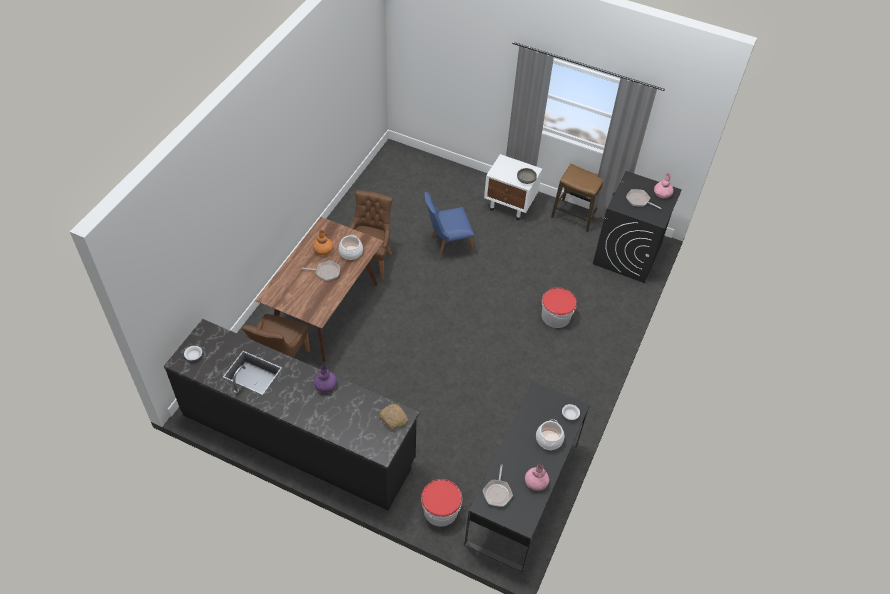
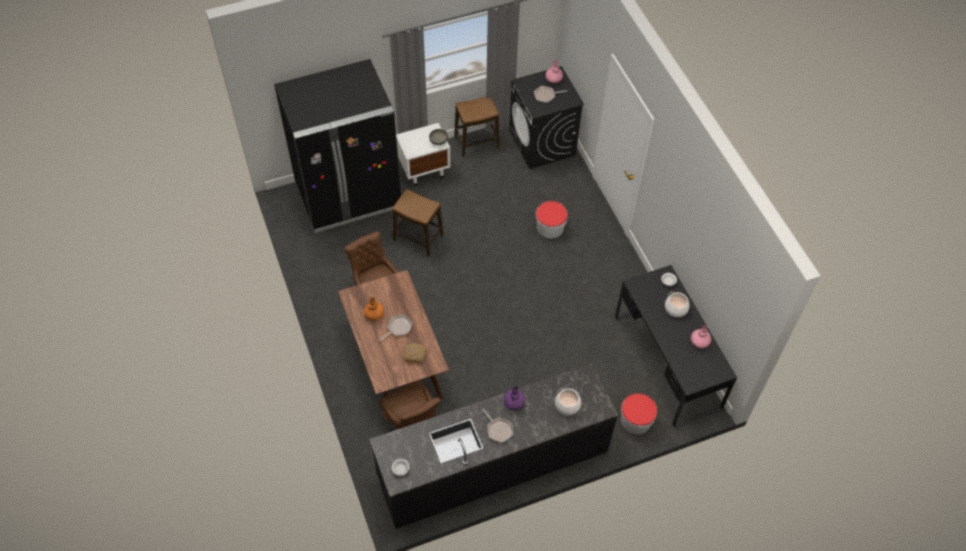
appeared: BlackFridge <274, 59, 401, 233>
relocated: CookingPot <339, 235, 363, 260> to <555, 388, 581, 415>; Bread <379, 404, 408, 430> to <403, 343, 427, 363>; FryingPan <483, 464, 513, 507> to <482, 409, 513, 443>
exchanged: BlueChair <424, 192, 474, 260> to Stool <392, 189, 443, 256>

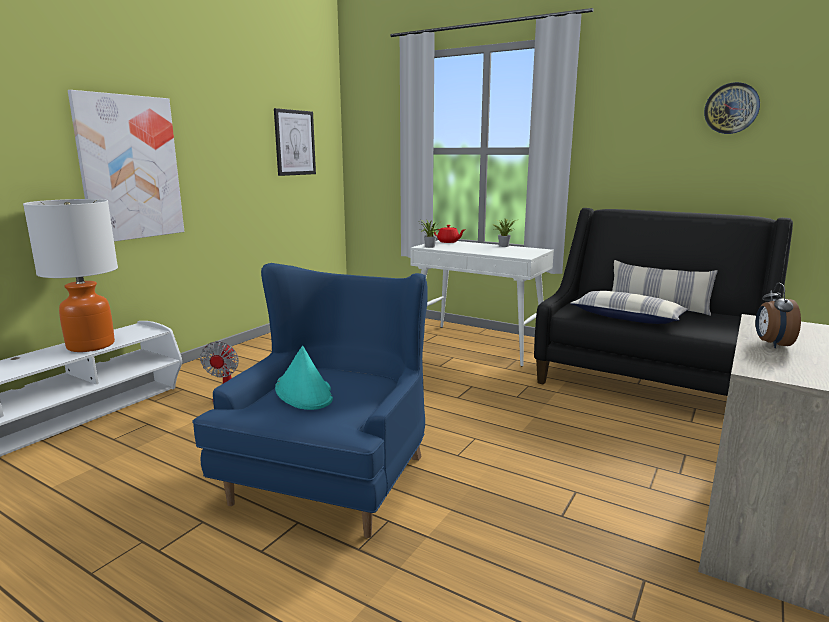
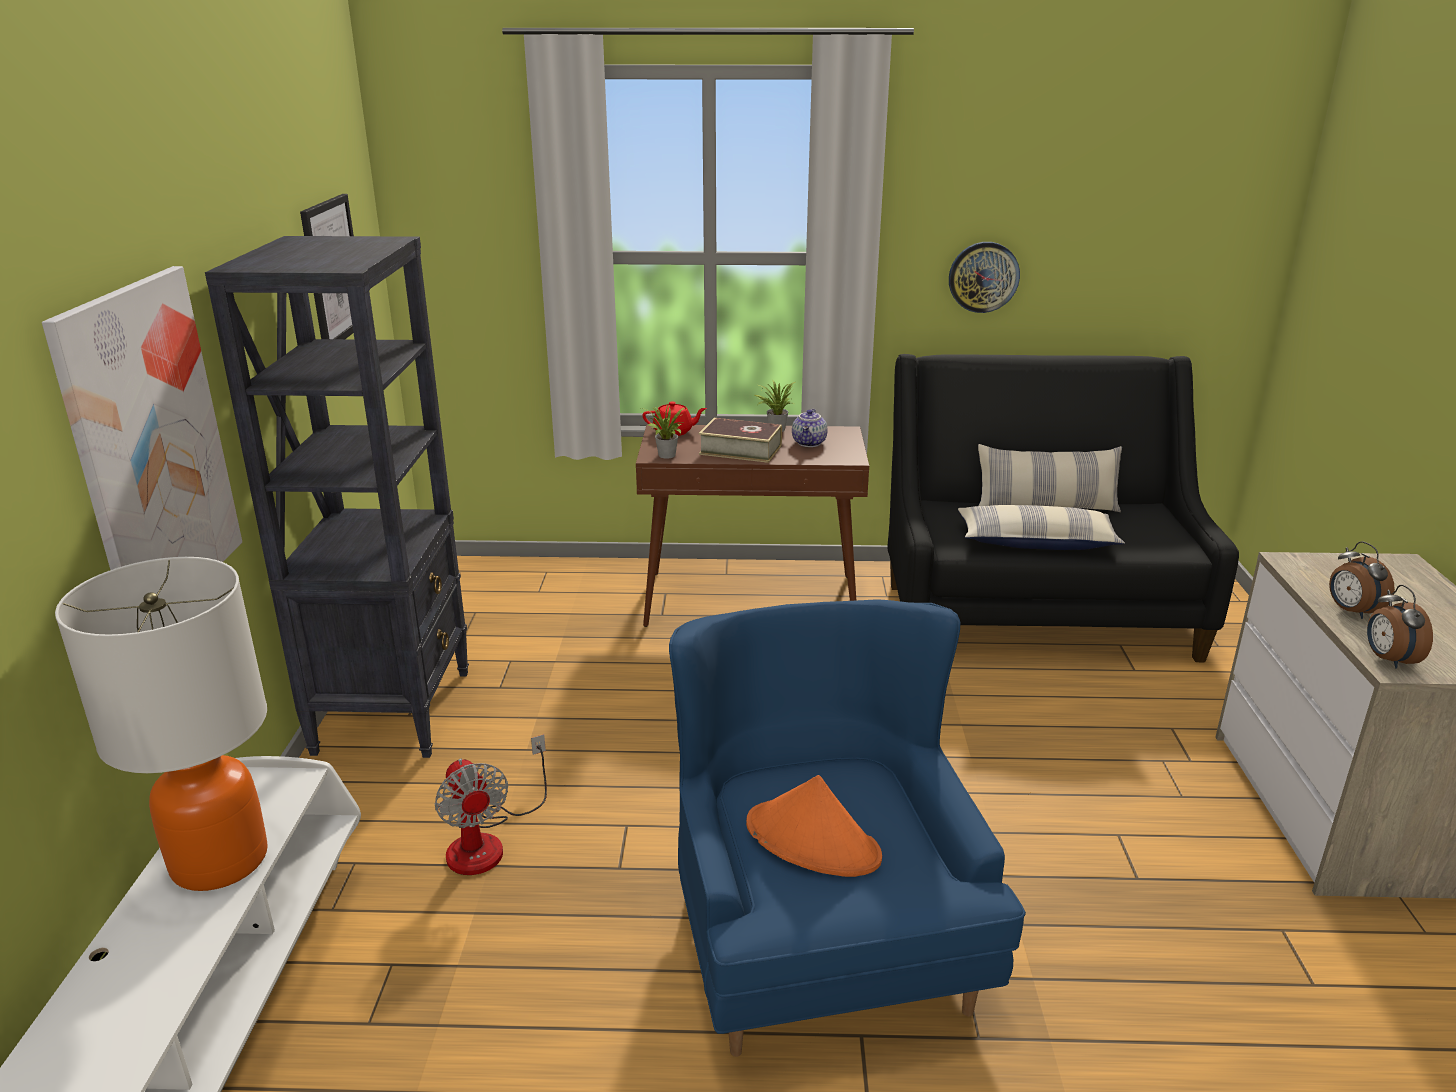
appeared: BlackBookcase <205, 236, 469, 758>; Book <699, 418, 782, 463>; Teapot <792, 409, 828, 447>; AlarmClock <1367, 585, 1433, 669>
relocated: WallClock <704, 82, 760, 134> to <949, 242, 1020, 313>
colour: TurquoiseHat <275, 346, 333, 410> to OrangeHat <746, 775, 882, 877>; WhiteConsoleTable <410, 240, 554, 366> to BrownConsoleTable <636, 424, 869, 627>

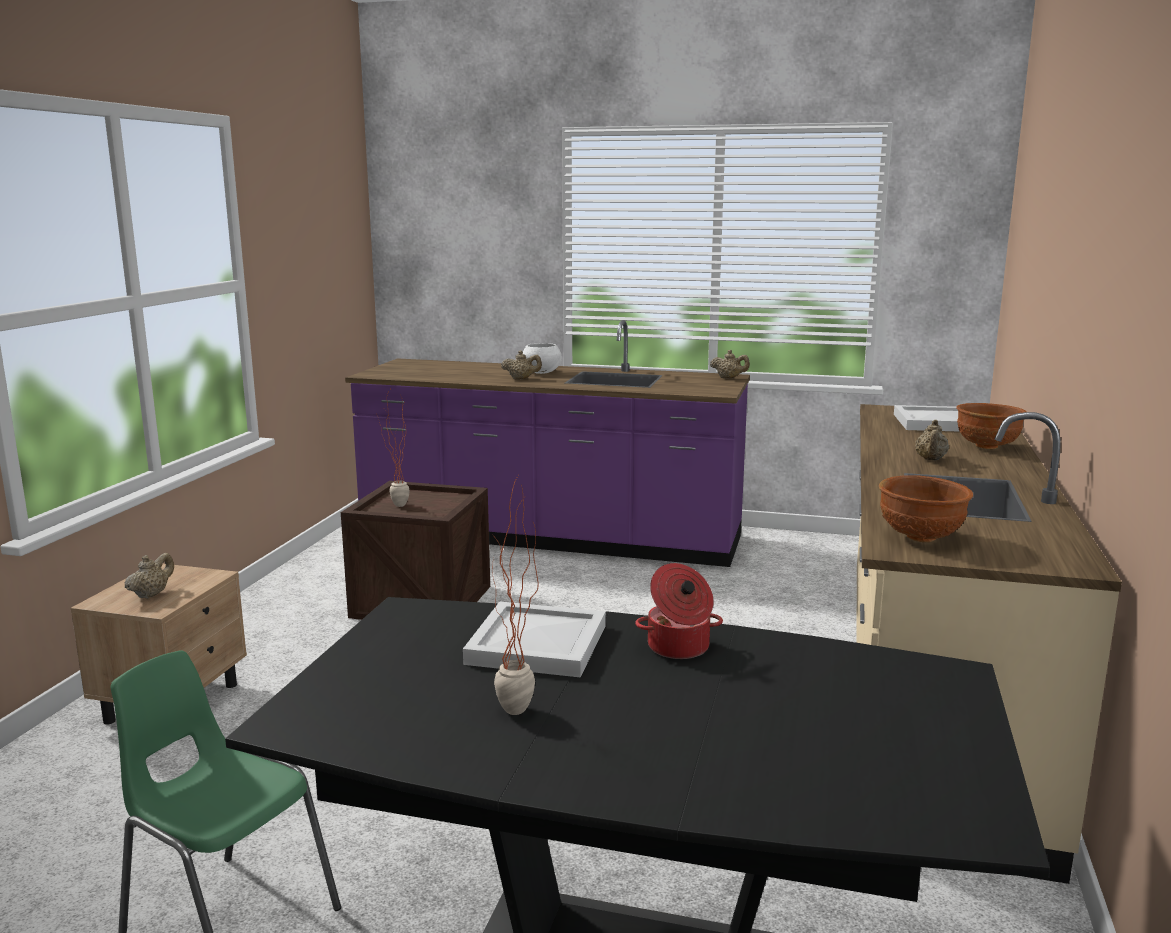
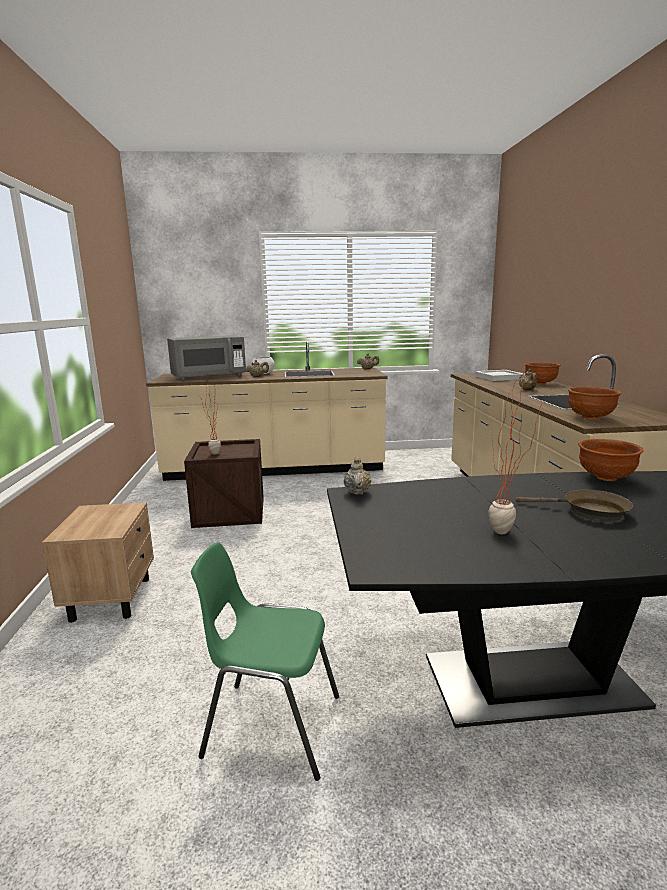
missing: WhiteTray <463, 601, 606, 677>; CookingPot <635, 563, 723, 659>
appeared: GreyMicrowave <167, 335, 246, 380>; BrownFryingPan <516, 490, 633, 522>; BrownBowl <578, 439, 643, 481>
relocated: BeigeTeapot <125, 553, 174, 599> to <344, 457, 371, 495>
colour: PurpleCounter <345, 320, 750, 567> to BeigeCounter <146, 341, 388, 481>

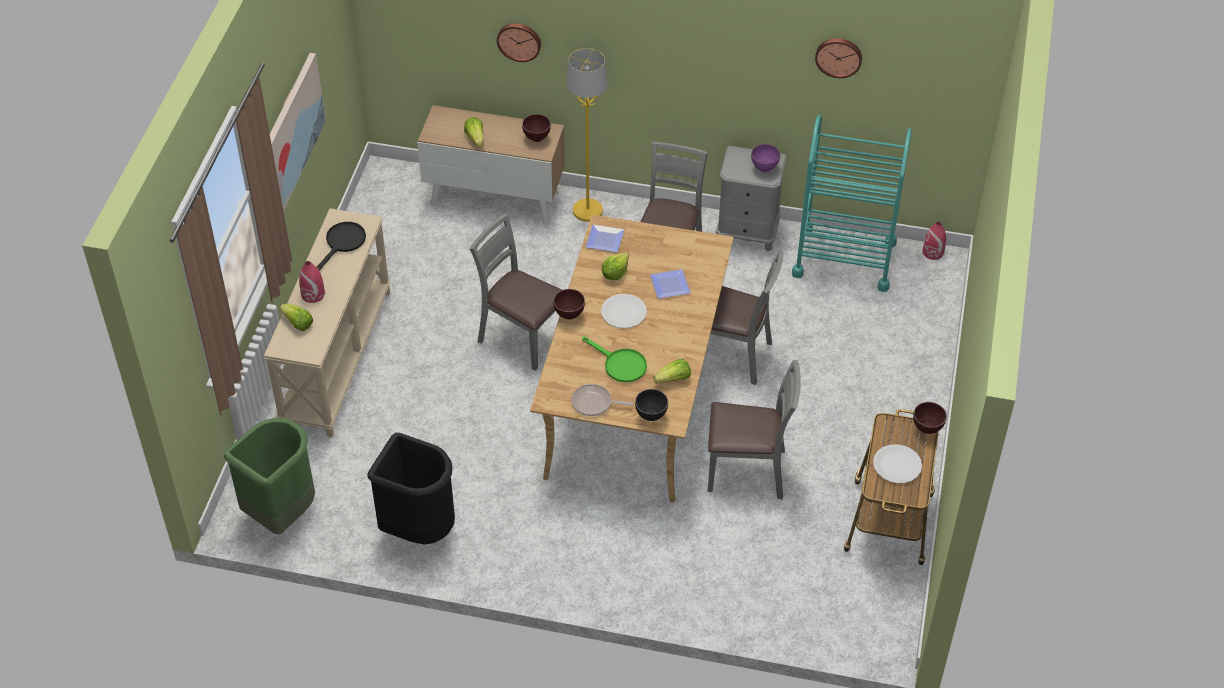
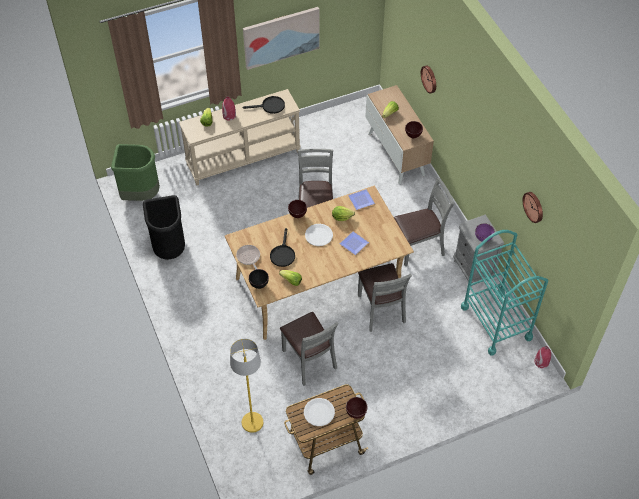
relocated: YellowFloorLamp <566, 48, 608, 222> to <230, 339, 263, 433>
colour: GreenFryingPan <582, 336, 647, 382> to BlackFryingPan <270, 228, 295, 267>

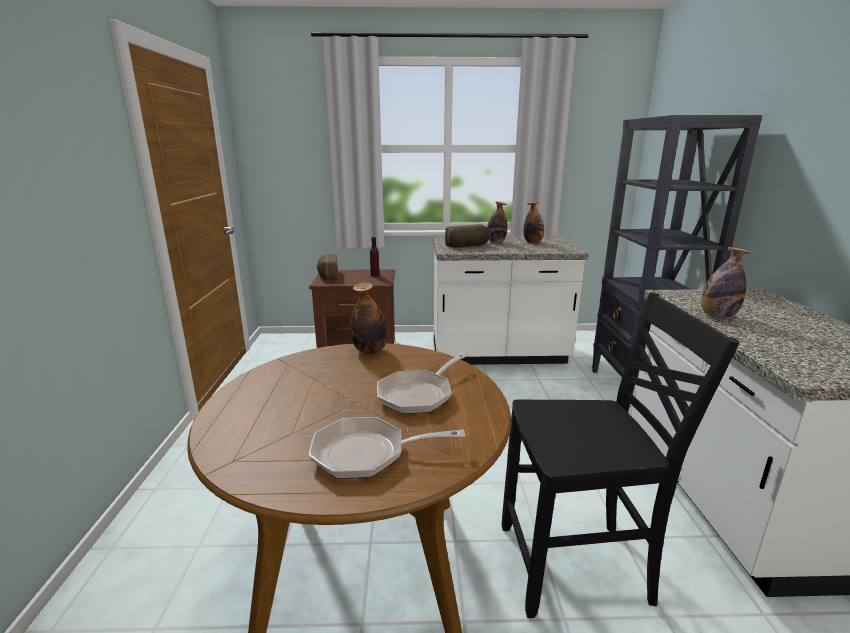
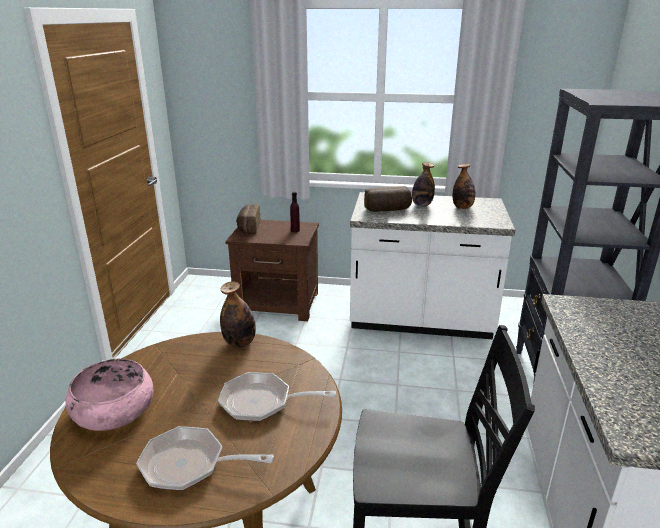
missing: Bottle <701, 247, 750, 319>
appeared: PinkBowl <65, 359, 154, 431>
spun: FryingPan <377, 353, 468, 414> = <218, 372, 336, 421> 45 degrees clockwise

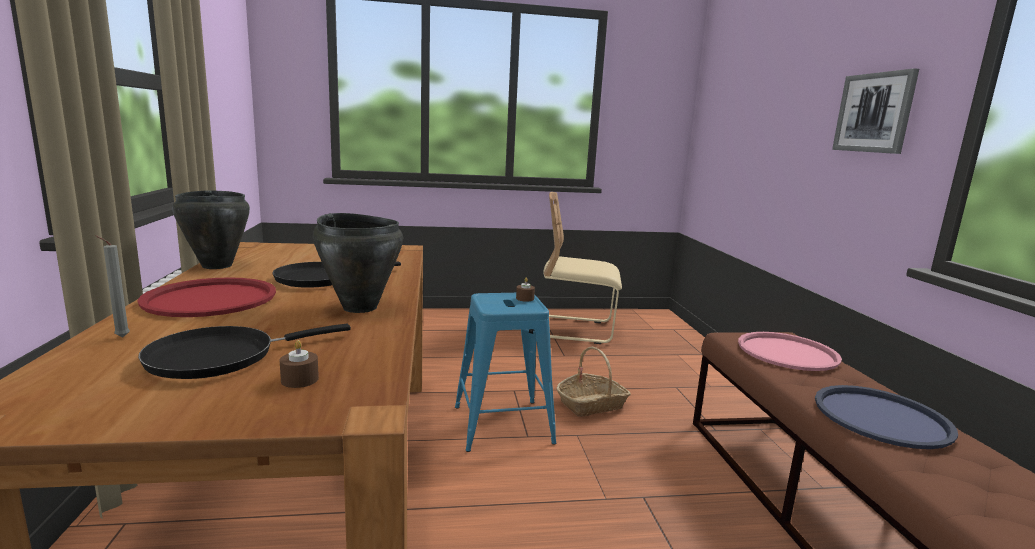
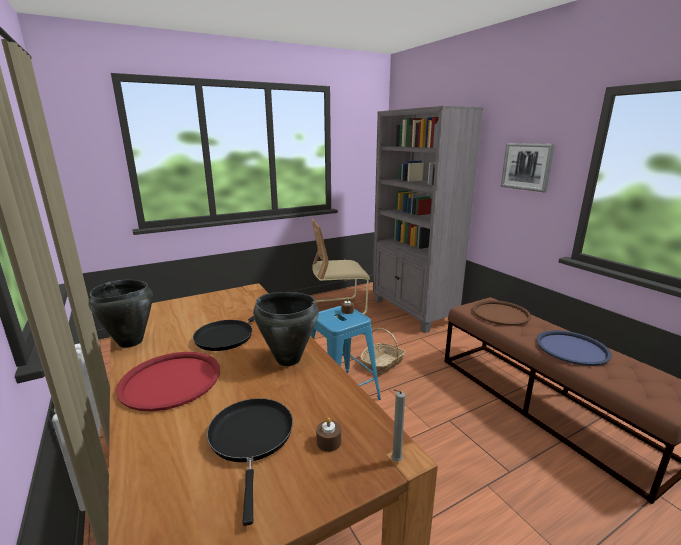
appeared: GreyBookcase <373, 106, 484, 333>
relocated: GreyCandle <95, 235, 130, 337> to <391, 389, 405, 461>
colour: PinkTray <738, 332, 842, 371> to BrownTray <472, 300, 531, 326>
spun: BlackFryingPan <138, 324, 351, 379> = <207, 398, 293, 526> 135 degrees clockwise

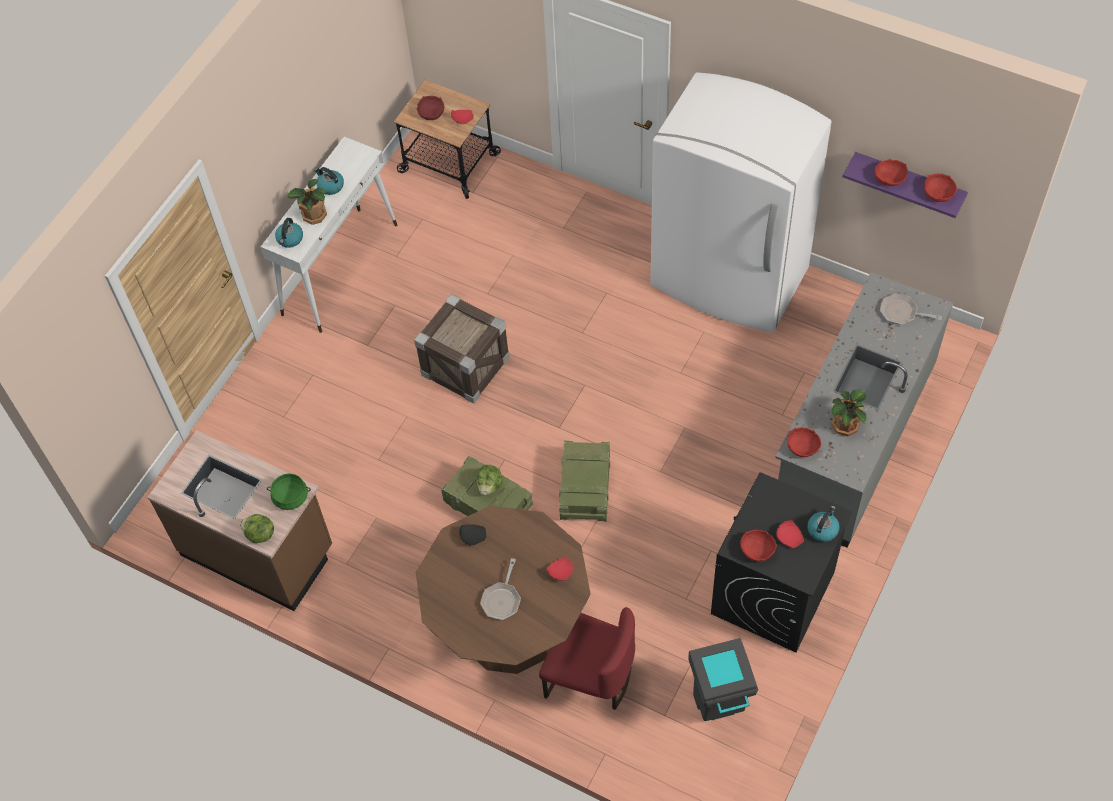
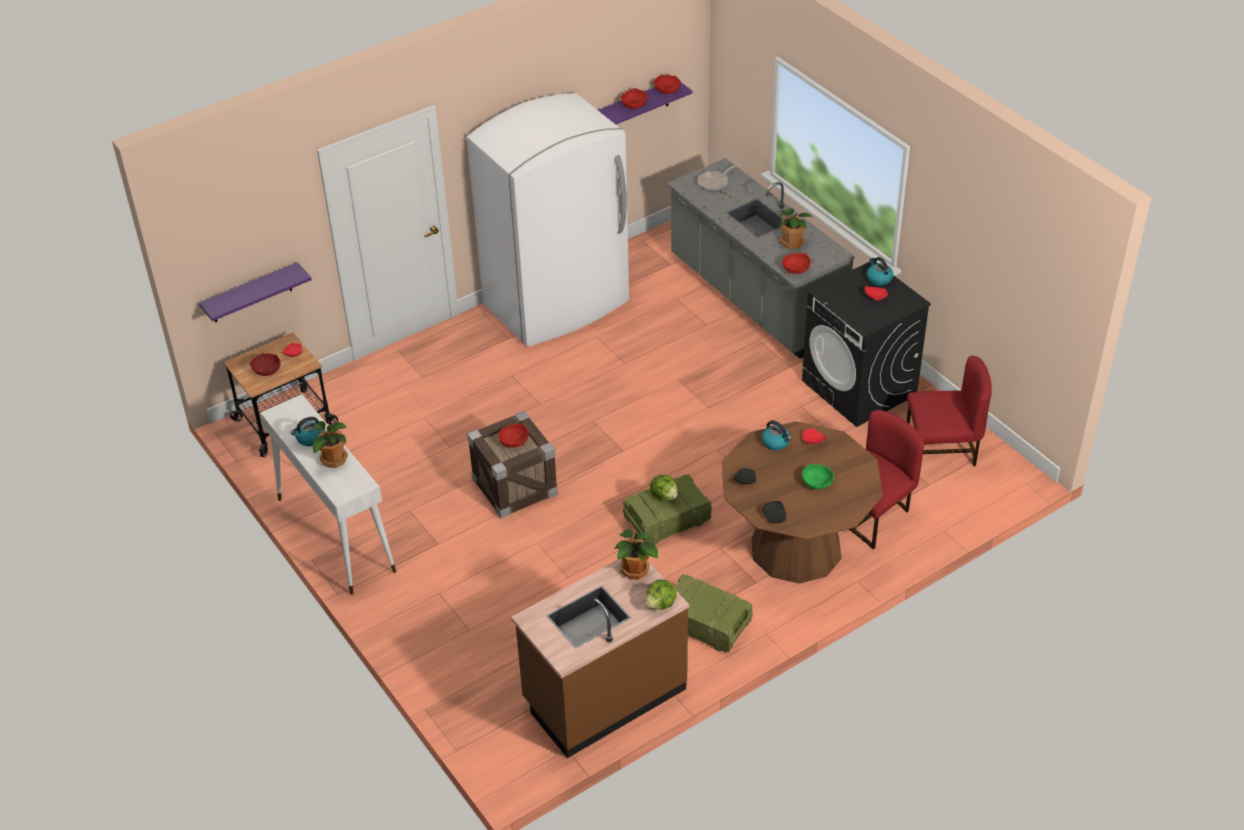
appeared: PurpleShelf <199, 262, 312, 322>; BlackPlate <762, 501, 786, 524>
relocated: Kettle <275, 218, 303, 248> to <762, 420, 792, 450>; Crate <559, 440, 610, 522> to <675, 574, 753, 653>; RedBowl <740, 530, 777, 562> to <498, 424, 529, 448>
exchanged: GreenCookingPot <267, 473, 311, 510> to PottedPlant <614, 529, 658, 580>; FryingPan <480, 558, 521, 620> to GreenBowl <802, 464, 834, 490>; GreyTrashCan <688, 638, 758, 721> to RedChair <906, 356, 992, 466>

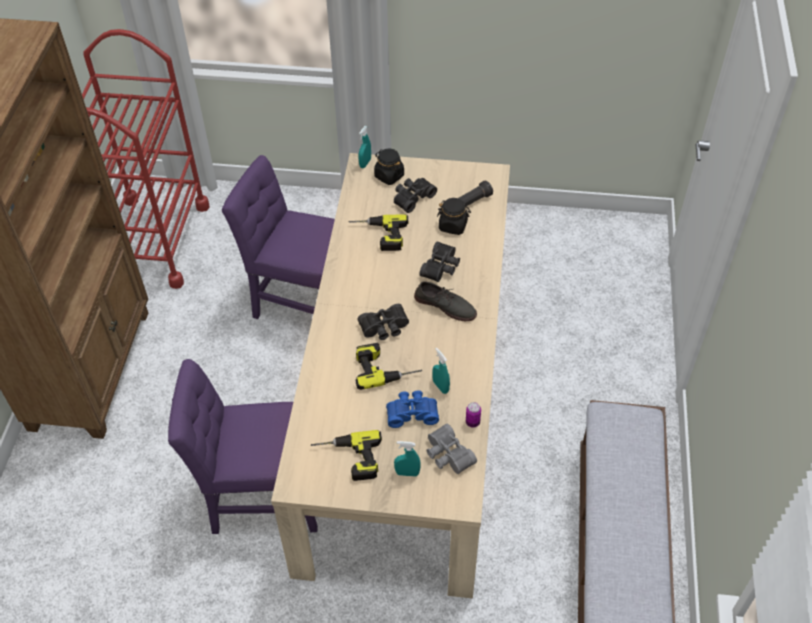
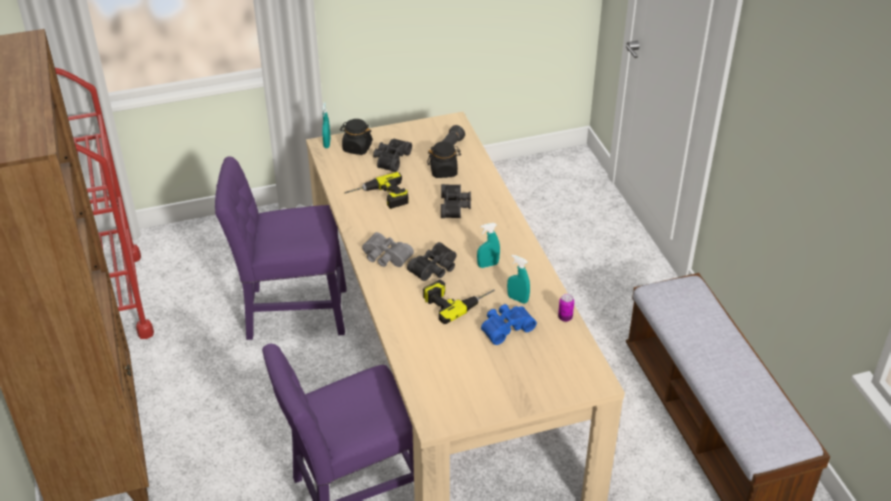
missing: PowerDrill <311, 430, 382, 481>; GreyShoe <414, 281, 477, 321>
relocated: TurquoiseSprayBottle <394, 441, 421, 477> to <477, 223, 500, 268>; GreyBinoculars <427, 423, 477, 474> to <362, 232, 414, 267>

